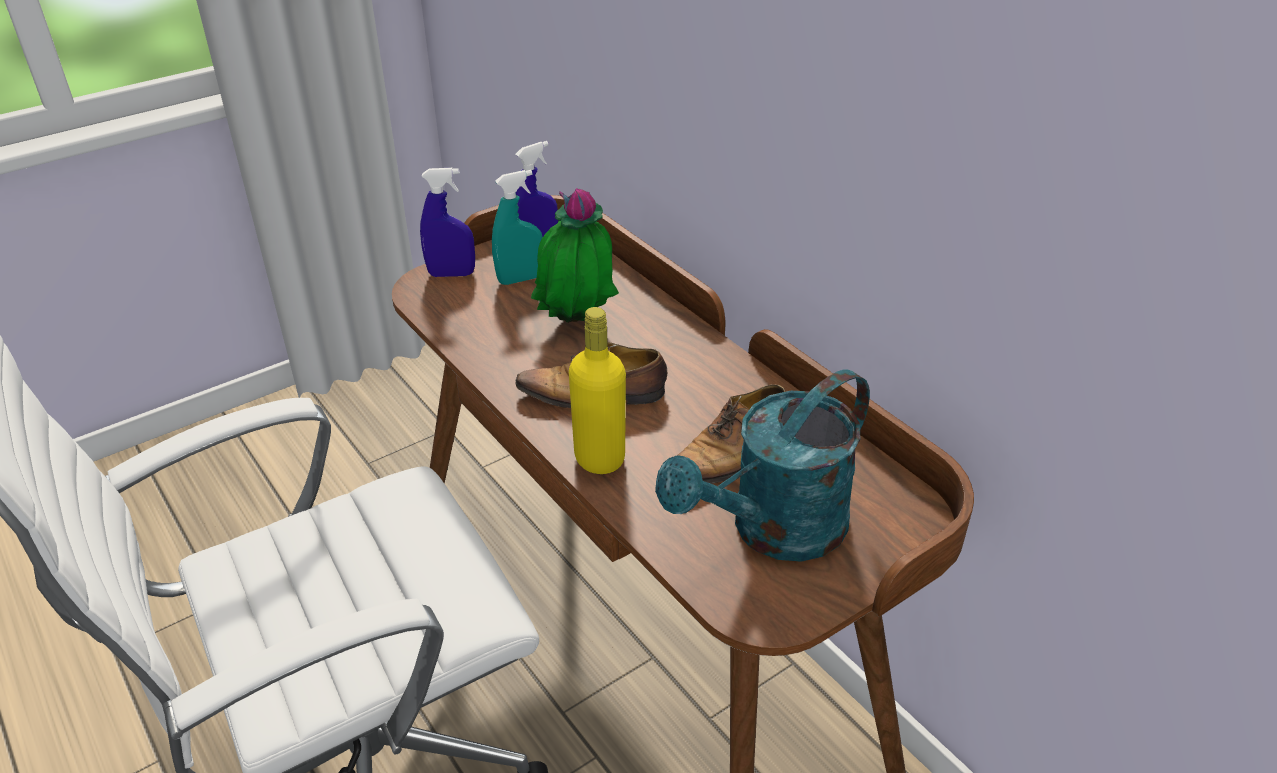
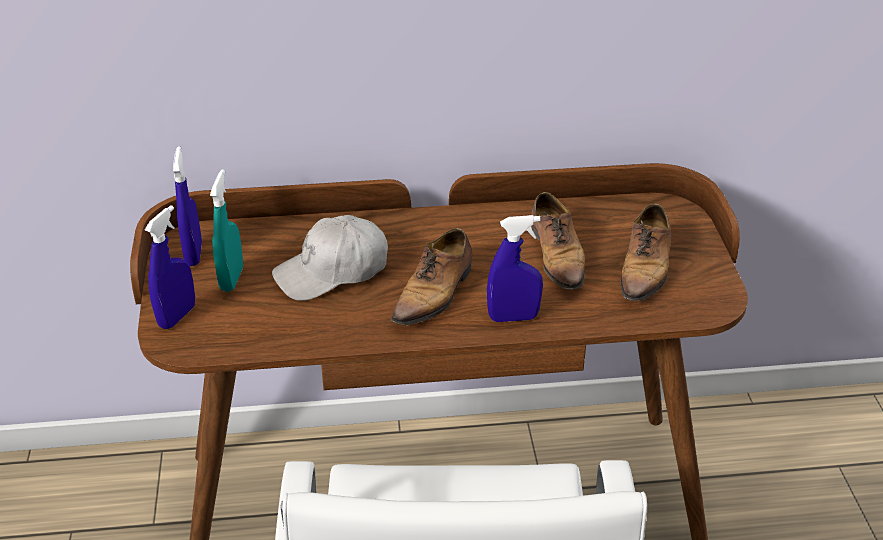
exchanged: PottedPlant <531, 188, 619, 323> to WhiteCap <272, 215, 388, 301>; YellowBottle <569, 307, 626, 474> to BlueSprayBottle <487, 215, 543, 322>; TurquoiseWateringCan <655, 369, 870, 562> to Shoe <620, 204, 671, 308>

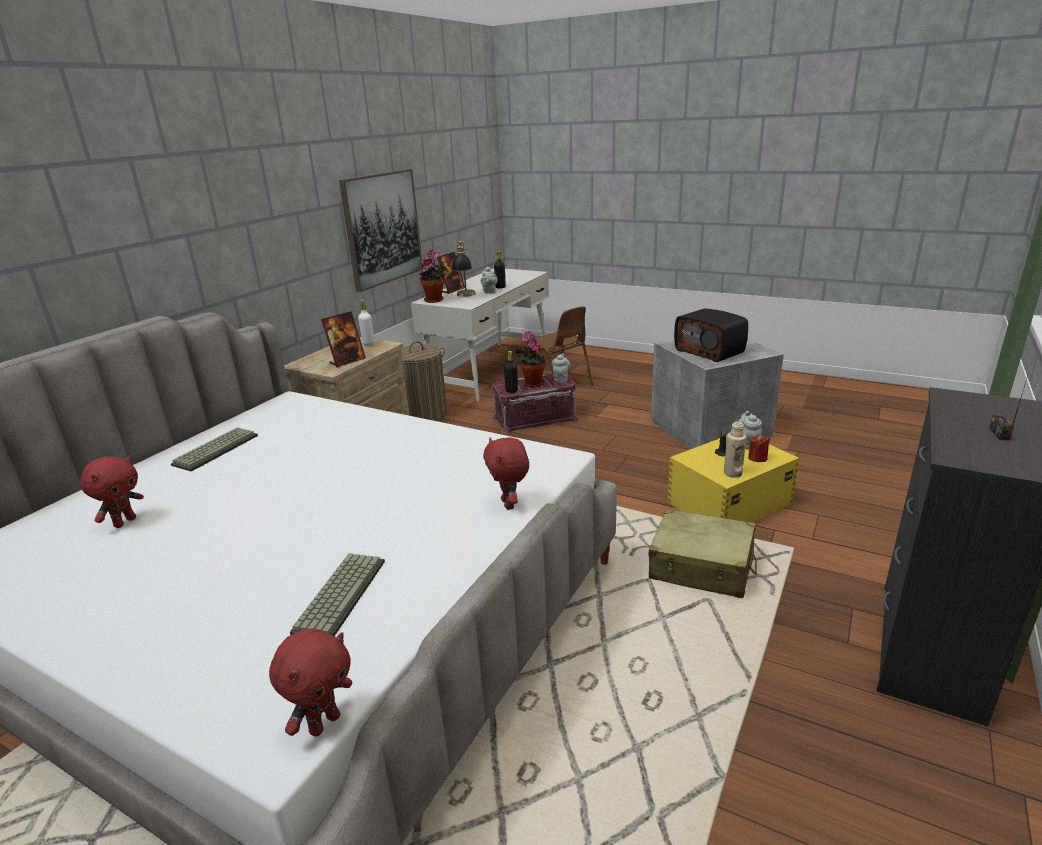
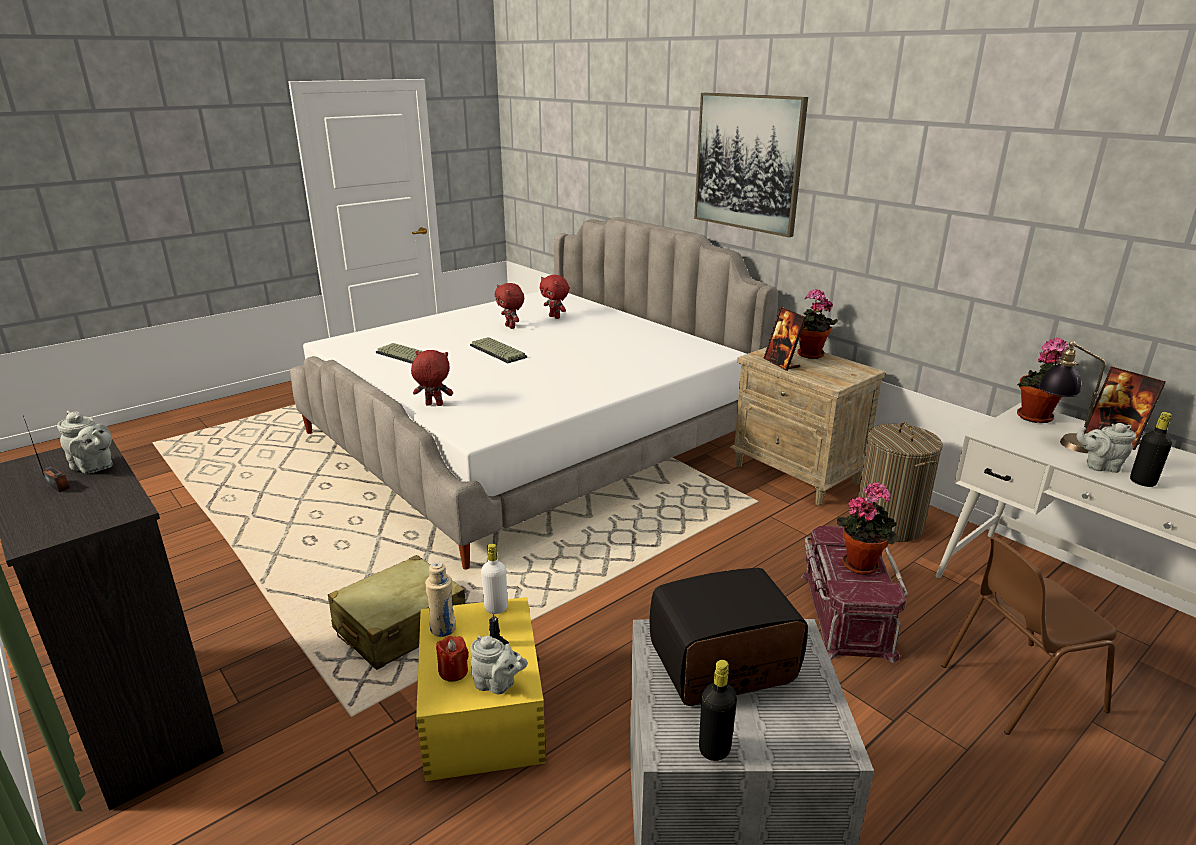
appeared: PottedPlant <798, 289, 838, 359>
relocated: Keyboard <171, 428, 258, 472> to <470, 337, 527, 363>; RedPlushToy <269, 629, 352, 737> to <494, 283, 524, 329>; Picture <339, 169, 423, 292> to <694, 93, 808, 237>; WhiteBottle <358, 300, 374, 345> to <481, 544, 508, 614>; BlackBottle <504, 351, 518, 393> to <699, 660, 737, 761>; GreyTeapot <552, 353, 570, 382> to <57, 411, 113, 474>

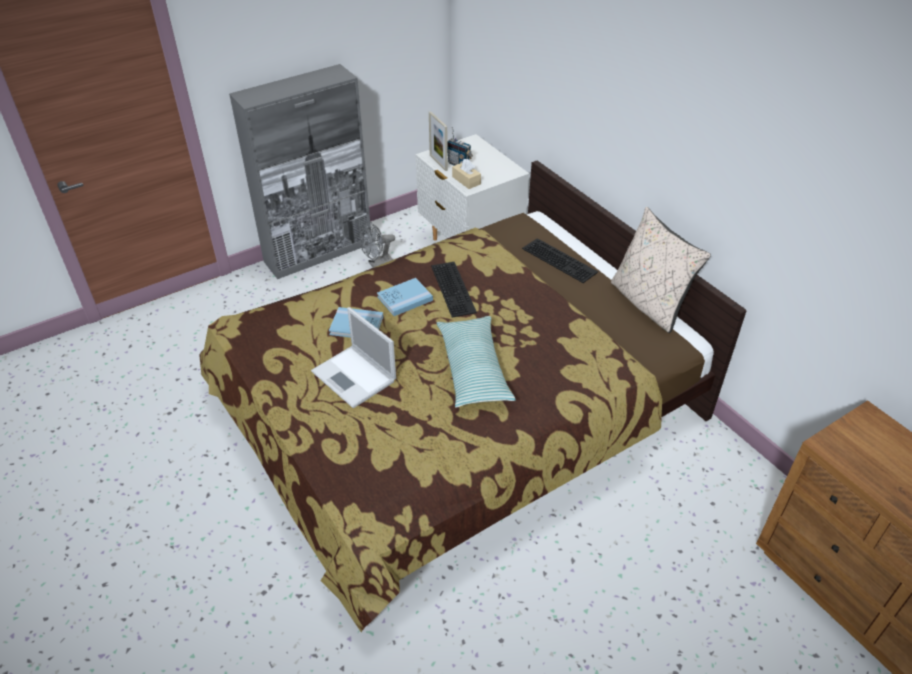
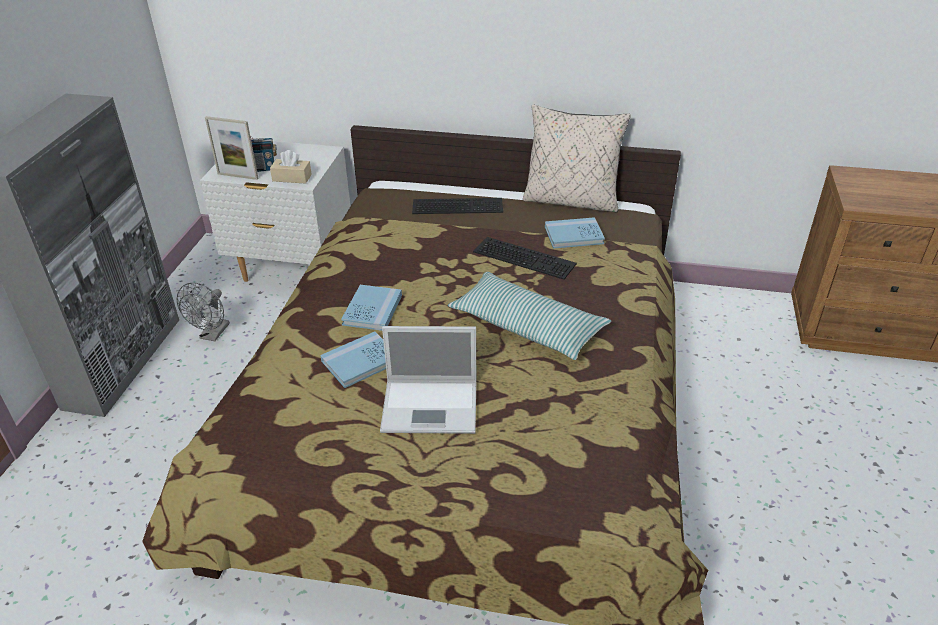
appeared: BlueBook <545, 217, 605, 249>
relocated: Keyboard <431, 262, 477, 318> to <473, 237, 577, 280>

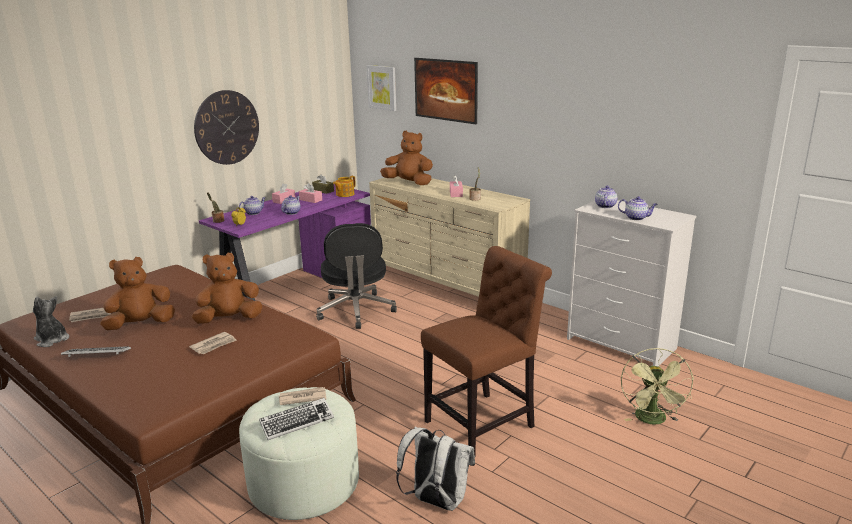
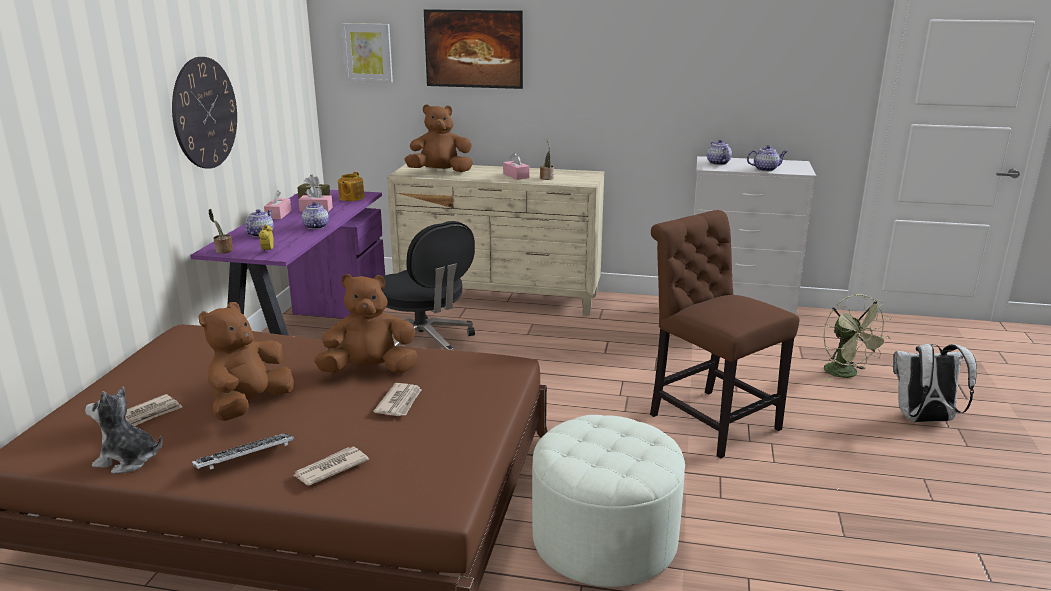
missing: Keyboard <259, 398, 334, 440>
relocated: Newspaper <279, 387, 326, 405> to <293, 447, 369, 486>; WhiteBackpack <396, 427, 475, 511> to <893, 344, 977, 422>
spun: BrownPlushToy <192, 253, 263, 324> = <314, 274, 418, 373> 45 degrees clockwise; BrownChair <421, 246, 552, 456> = <650, 210, 800, 458> 60 degrees counterclockwise

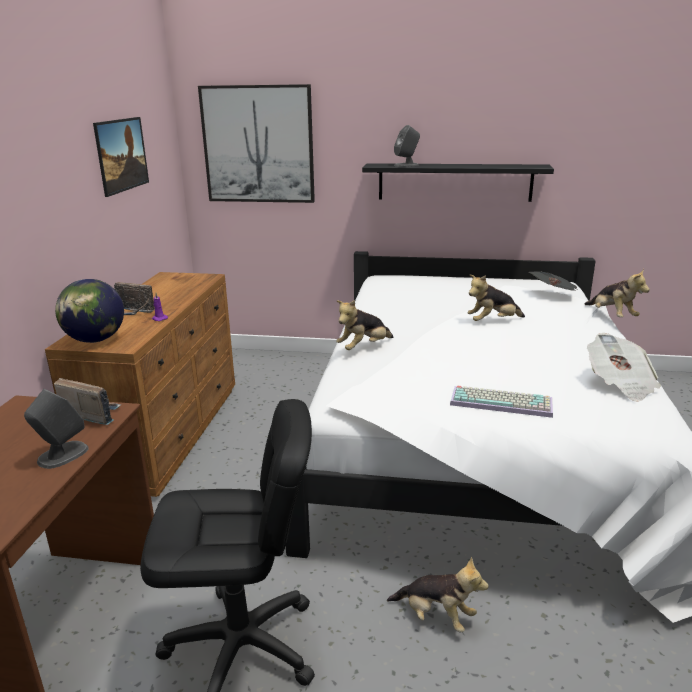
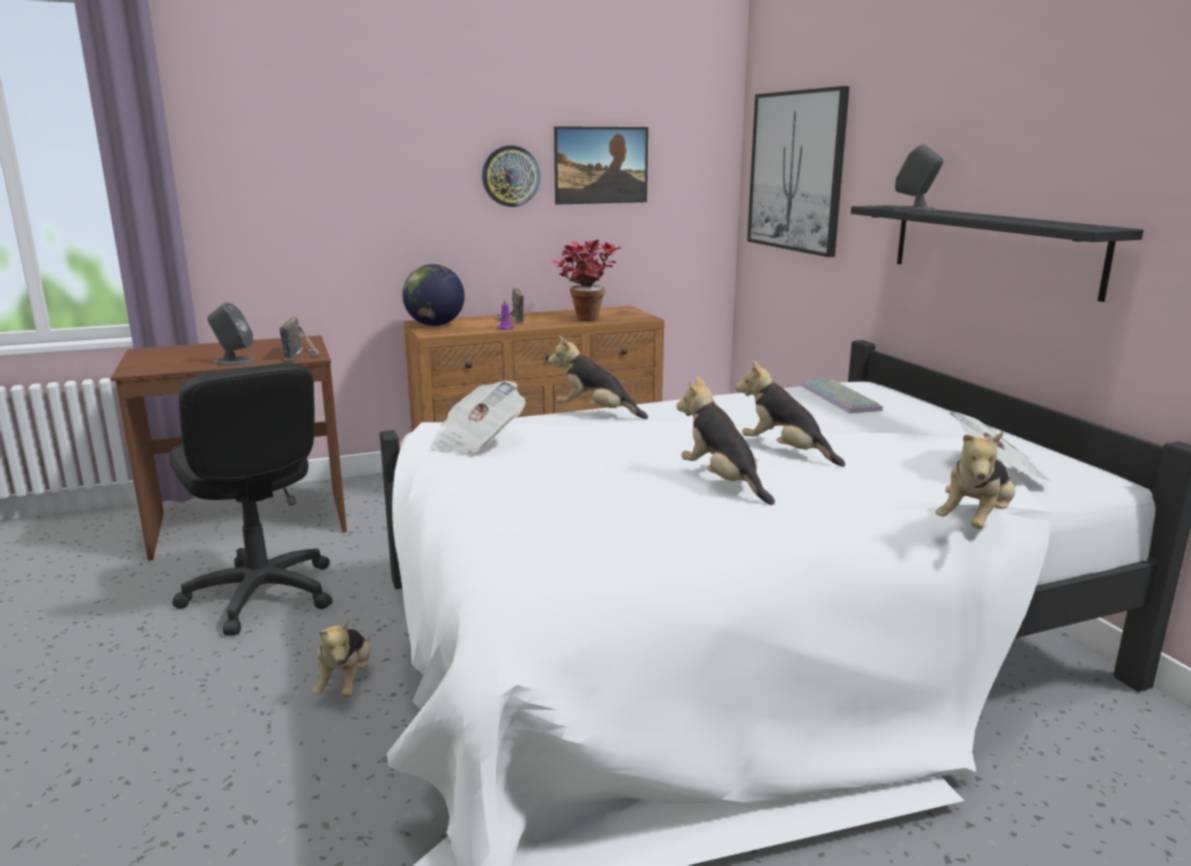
appeared: WallClock <482, 146, 540, 207>; PottedPlant <552, 240, 621, 321>; PlushToy <676, 376, 775, 505>
relocated: Keyboard <450, 386, 553, 418> to <802, 379, 883, 413>; Newspaper <587, 333, 661, 402> to <430, 381, 525, 453>

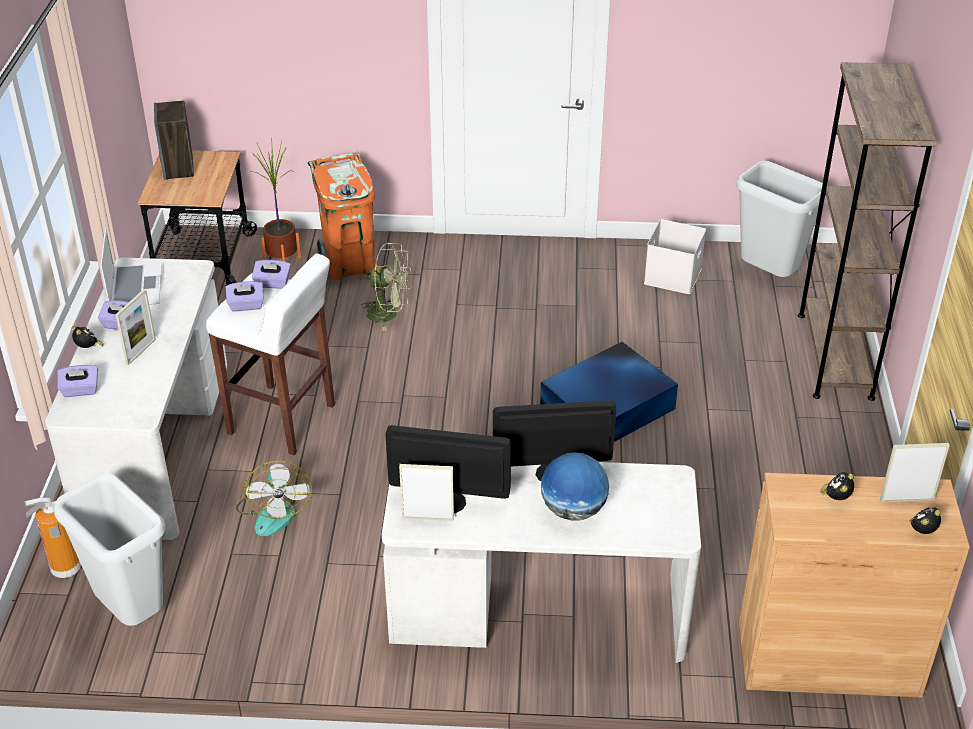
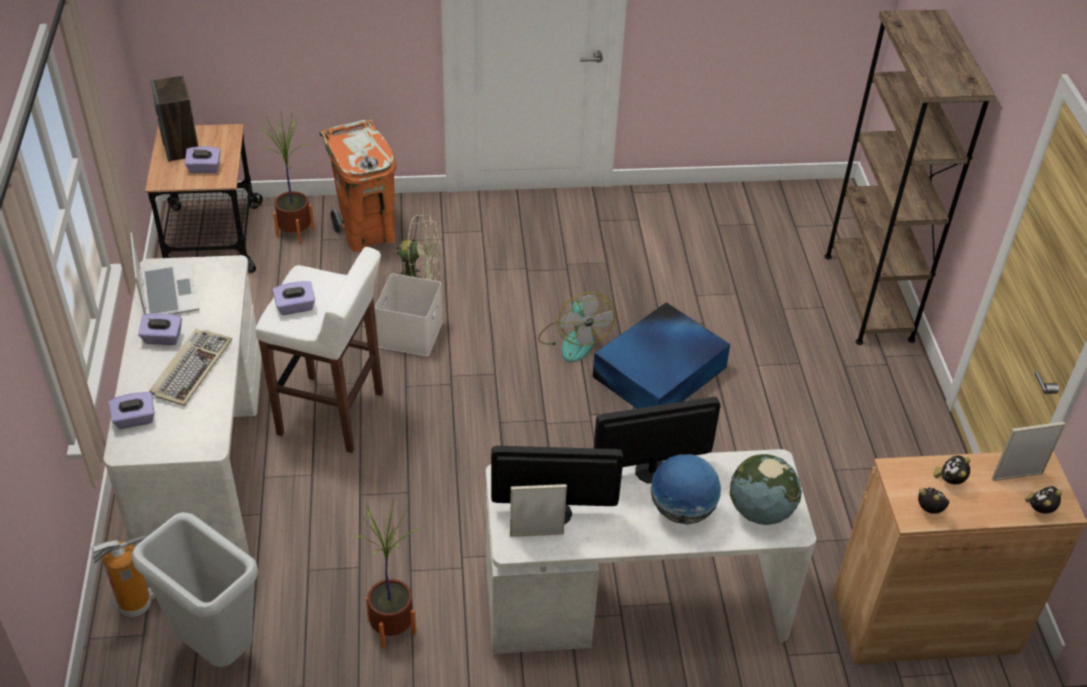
missing: GreyTrashCan <736, 161, 827, 277>
appeared: PottedPlant <354, 498, 421, 648>; Globe <730, 454, 802, 525>
relocated: AlarmClock <71, 326, 104, 348> to <918, 488, 949, 514>; Fan <236, 461, 312, 536> to <538, 292, 615, 362>; PurpleTissueBox <252, 260, 291, 289> to <185, 146, 221, 173>; WhiteStorageBox <644, 219, 706, 294> to <375, 273, 443, 356>
exchanged: PictureFrame <115, 289, 156, 366> to Keyboard <149, 329, 232, 406>

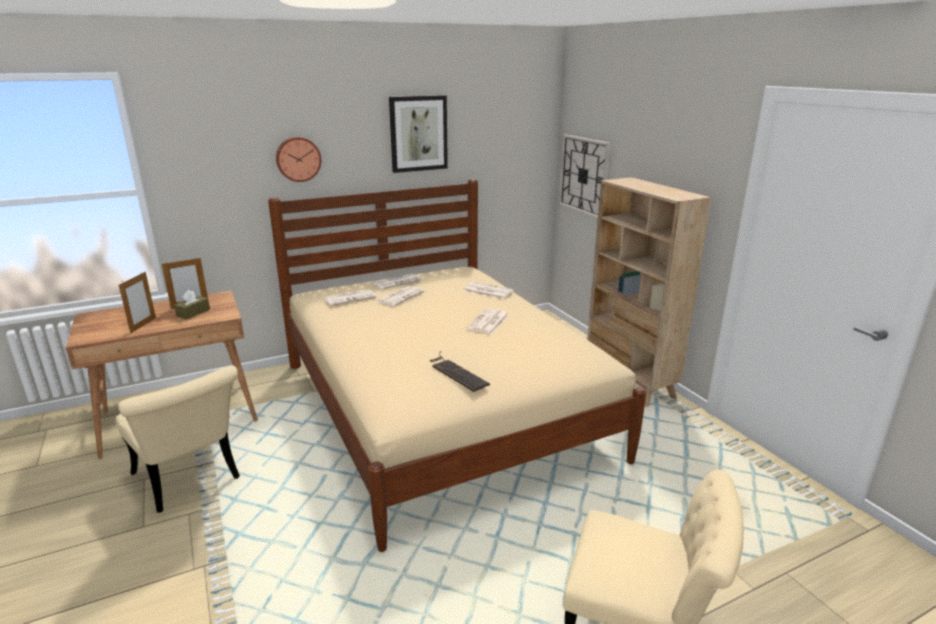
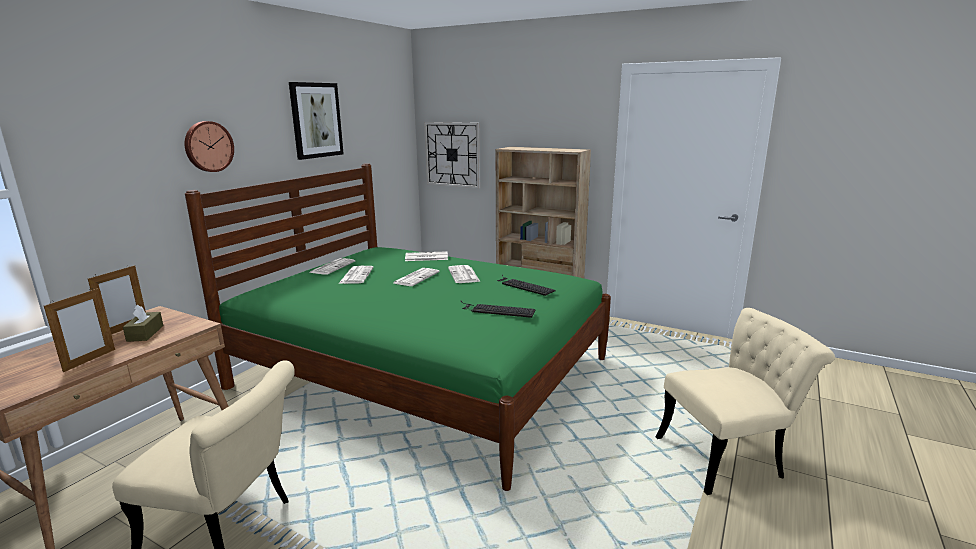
appeared: Keyboard <497, 275, 556, 296>
relocated: Newspaper <324, 289, 377, 306> to <394, 268, 440, 286>
colour: BeigeBed <268, 179, 646, 552> to GreenBed <185, 163, 611, 491>
spun: PictureFrame <119, 272, 156, 333> = <44, 288, 115, 372> 45 degrees clockwise

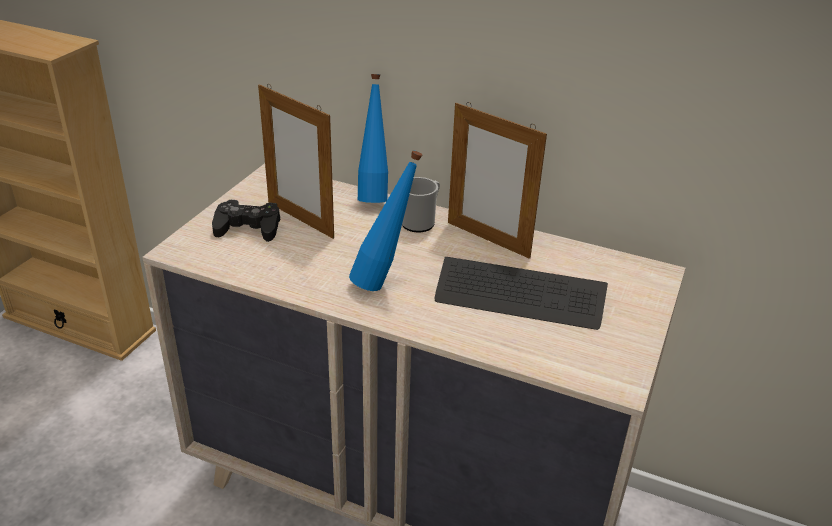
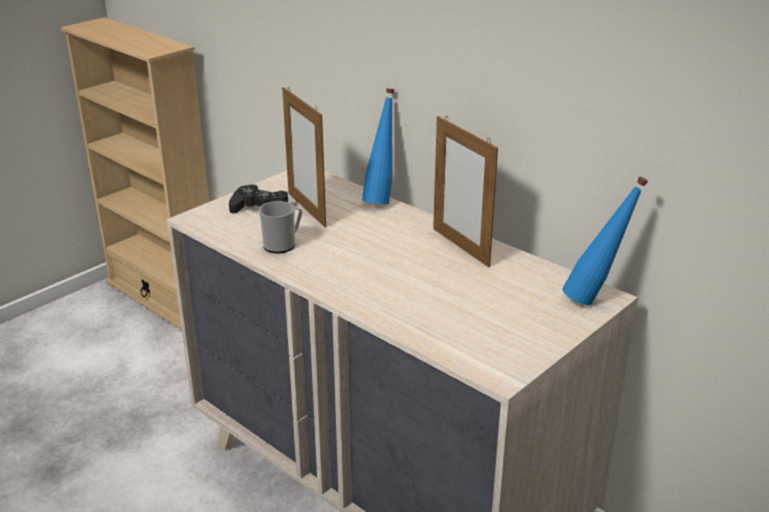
missing: Keyboard <435, 257, 608, 330>
relocated: BlueBottle <349, 150, 422, 291> to <562, 176, 648, 305>; Mug <402, 177, 440, 233> to <259, 201, 302, 253>

